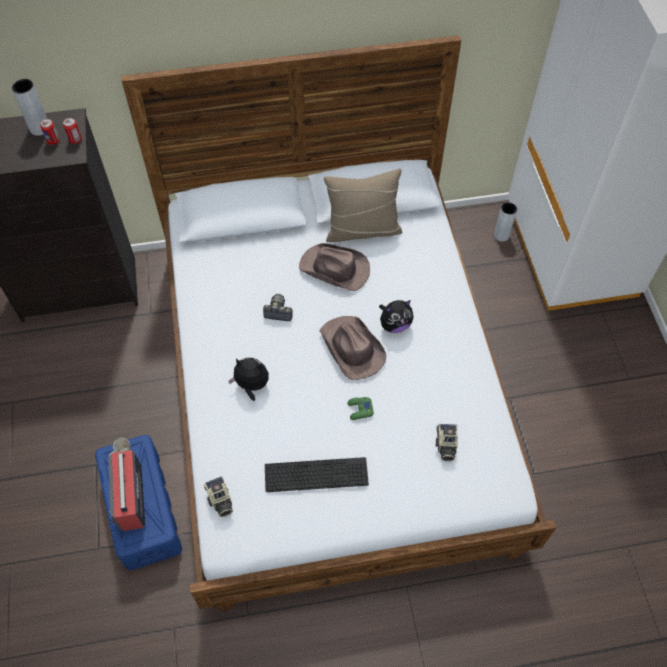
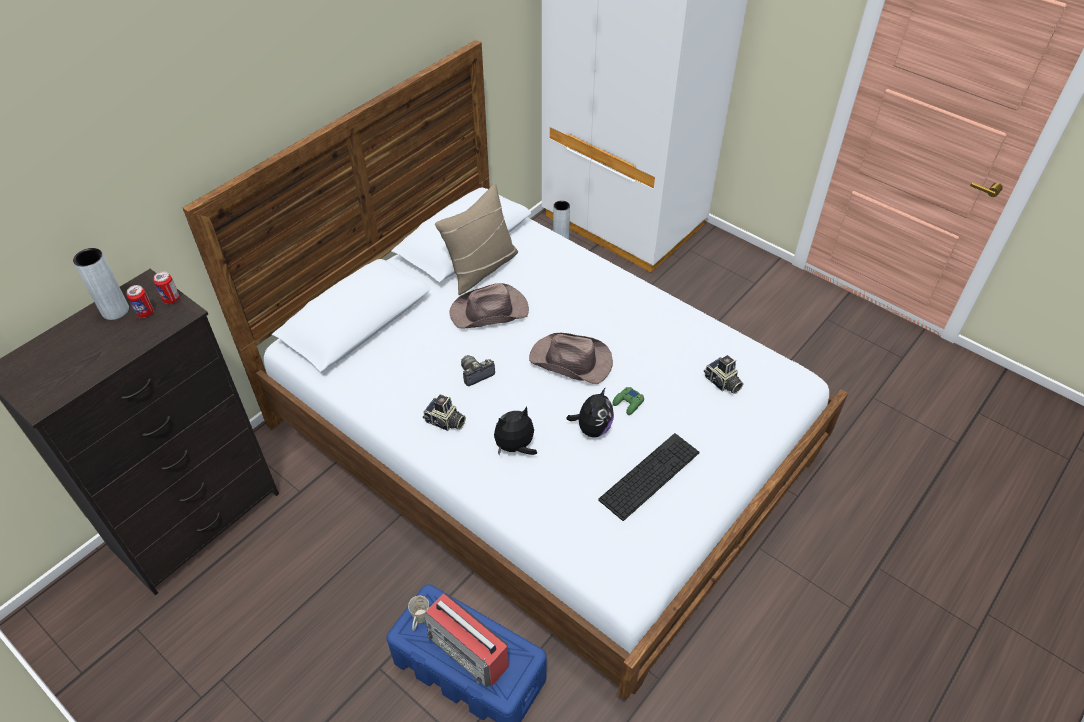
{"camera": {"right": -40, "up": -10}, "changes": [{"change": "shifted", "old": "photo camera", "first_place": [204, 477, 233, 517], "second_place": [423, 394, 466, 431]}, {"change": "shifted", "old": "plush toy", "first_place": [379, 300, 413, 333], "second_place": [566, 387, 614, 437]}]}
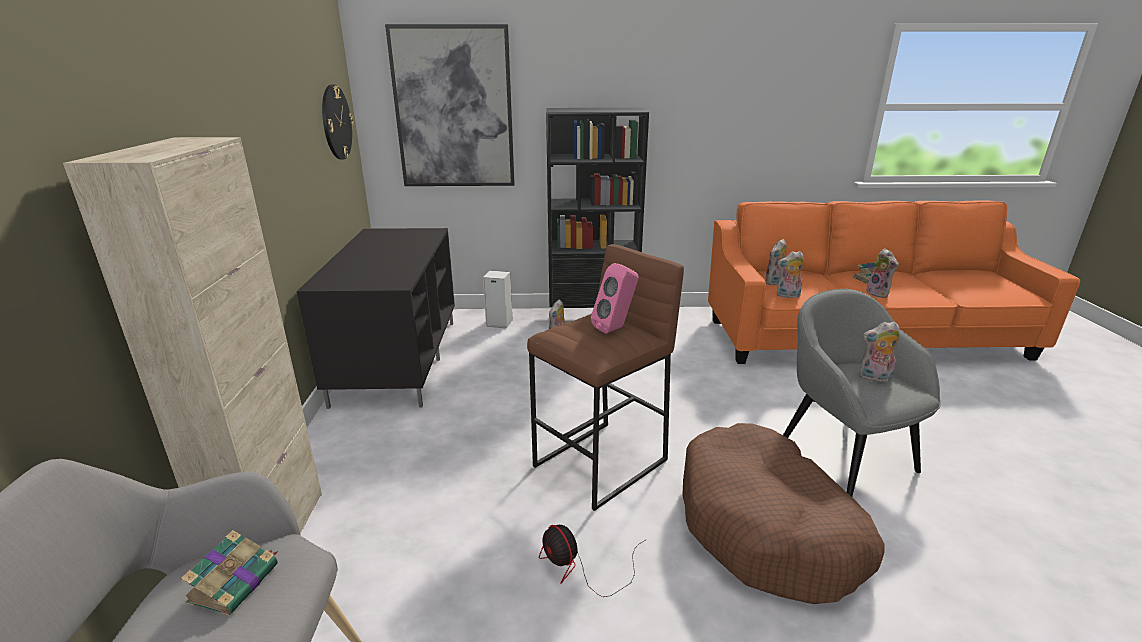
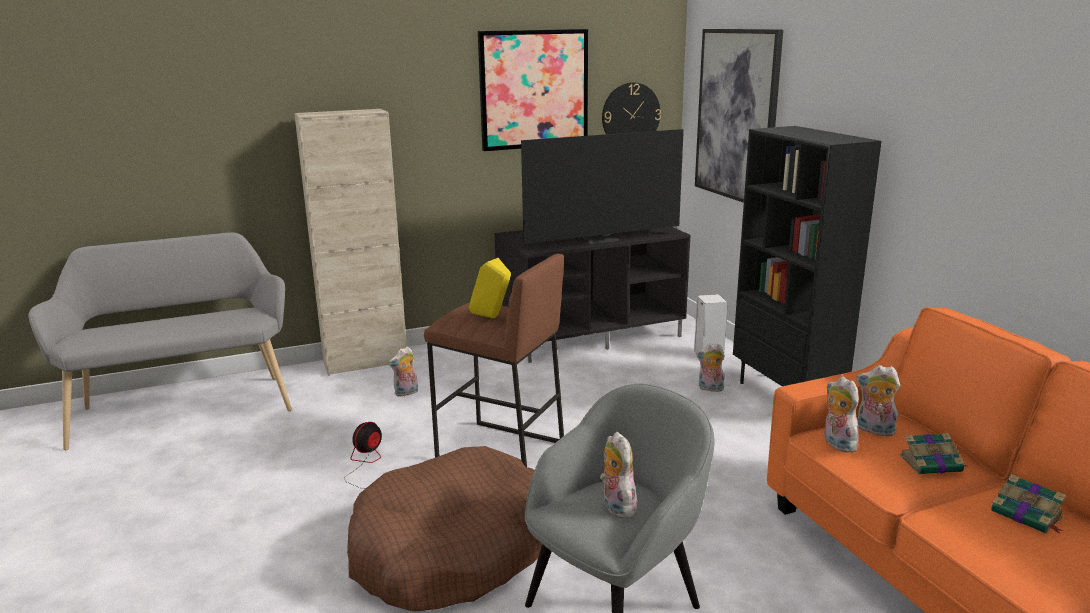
{"camera": {"right": 70, "up": -5}, "changes": [{"change": "shifted", "old": "book", "first_place": [180, 530, 278, 616], "second_place": [900, 433, 967, 474]}, {"change": "repainted", "old": "pink speaker", "new": "yellow speaker", "first_place": [591, 263, 639, 334], "second_place": [469, 258, 511, 318]}, {"change": "shifted", "old": "plush toy", "first_place": [866, 248, 899, 298], "second_place": [389, 347, 418, 397]}, {"change": "new", "new": "picture", "second_place": [478, 29, 588, 151]}, {"change": "new", "new": "television", "second_place": [521, 129, 684, 244]}]}
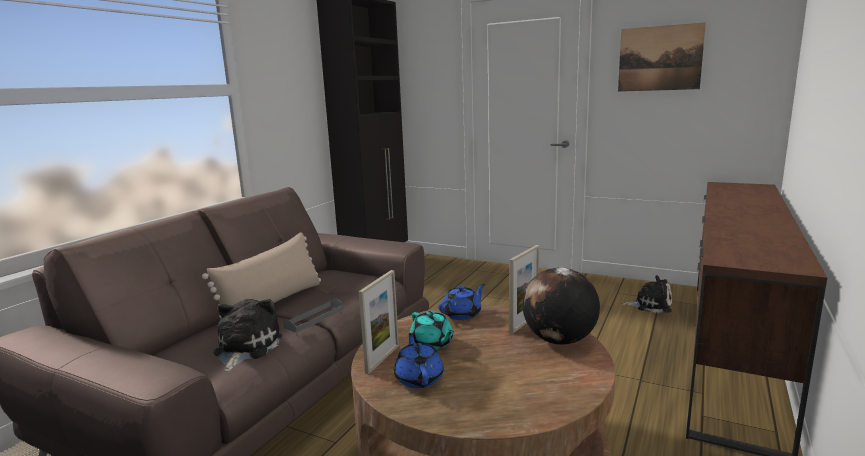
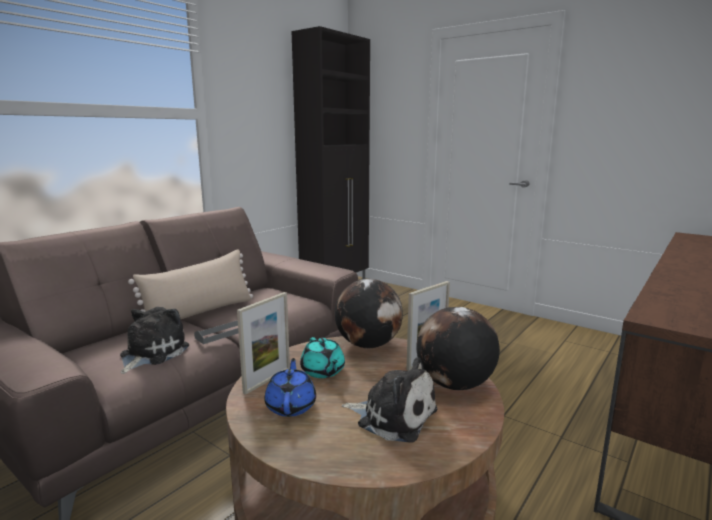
{"camera": {"right": 10, "up": 0}, "changes": [{"change": "swapped", "old": "blue teapot", "new": "globe", "first_place": [438, 284, 485, 320], "second_place": [335, 279, 403, 348]}, {"change": "gone", "old": "picture", "first_place": [618, 22, 706, 92]}, {"change": "shifted", "old": "plush toy", "first_place": [622, 275, 672, 313], "second_place": [342, 357, 437, 443]}]}
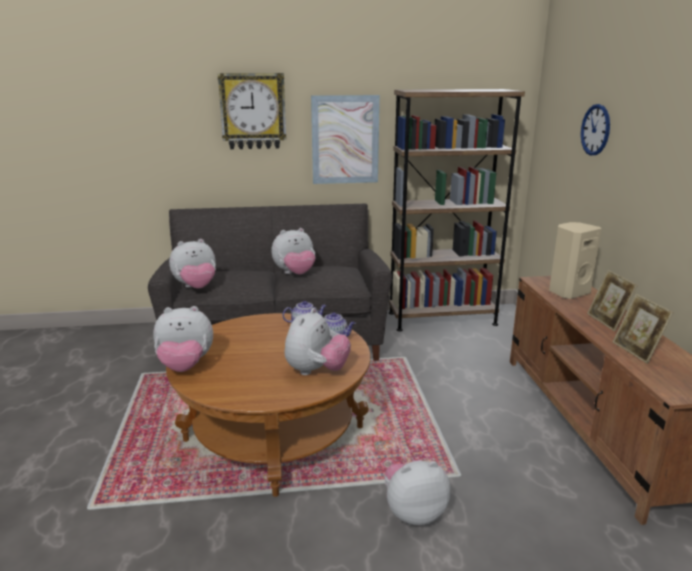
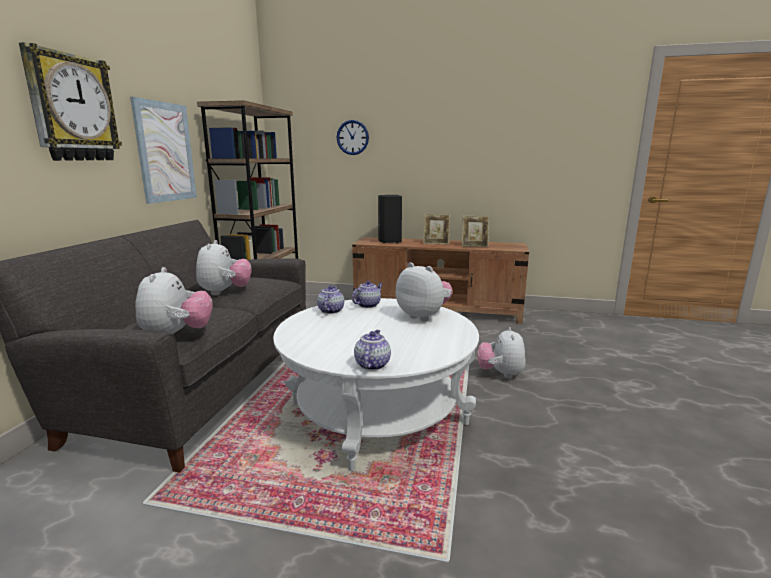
{"camera": {"right": -70, "up": -5}, "changes": [{"change": "swapped", "old": "plush toy", "new": "teapot", "first_place": [153, 306, 213, 372], "second_place": [354, 330, 391, 370]}, {"change": "repainted", "old": "brown coffee table", "new": "white coffee table", "first_place": [166, 313, 370, 497], "second_place": [273, 298, 479, 471]}, {"change": "repainted", "old": "beige speaker", "new": "black speaker", "first_place": [549, 222, 601, 299], "second_place": [378, 195, 402, 243]}]}
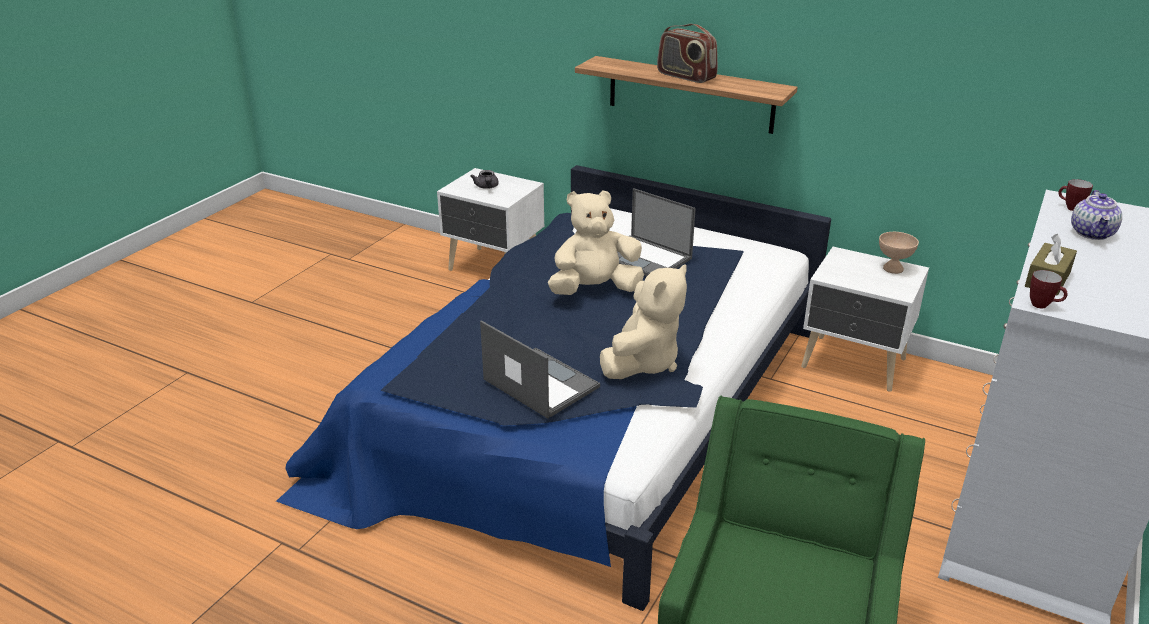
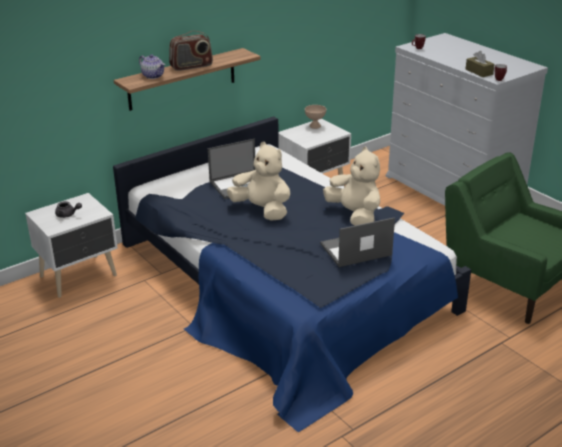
{"camera": {"right": -65, "up": 0}, "changes": [{"change": "rotated", "old": "beige plush toy", "first_place": [548, 190, 644, 295], "second_place": [227, 142, 290, 221], "degrees": 120}, {"change": "shifted", "old": "teapot", "first_place": [1071, 190, 1122, 240], "second_place": [139, 54, 165, 79]}]}
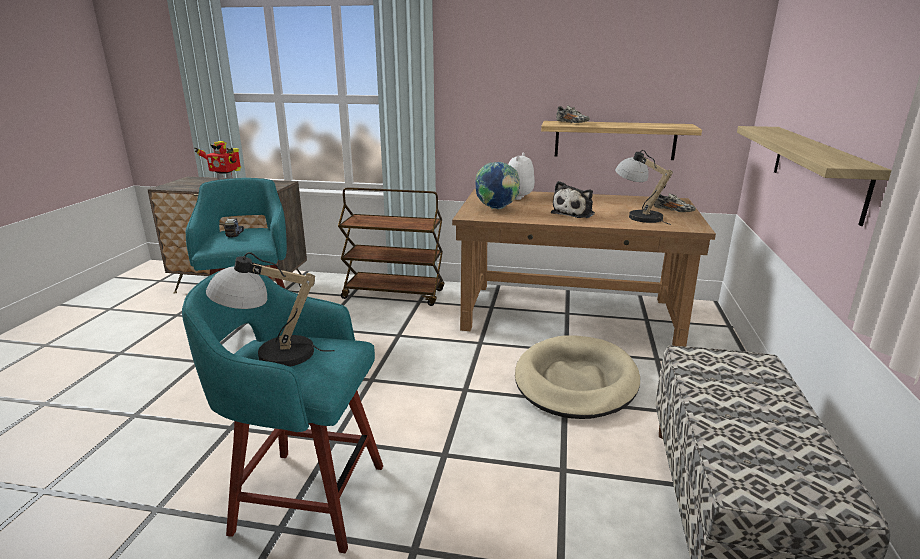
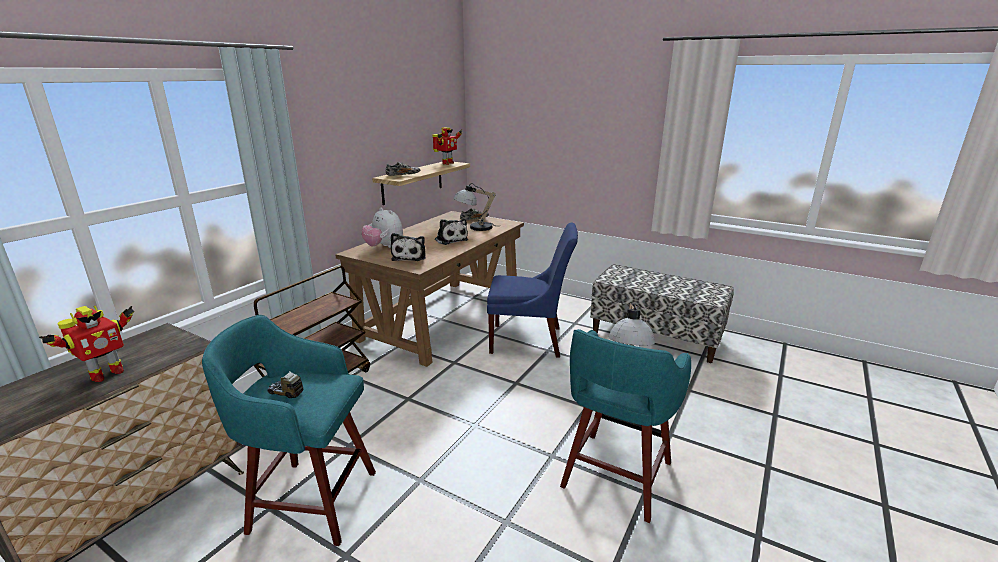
{"camera": {"right": -70, "up": 0}, "changes": [{"change": "swapped", "old": "globe", "new": "plush toy", "first_place": [475, 162, 520, 209], "second_place": [391, 233, 426, 261]}, {"change": "swapped", "old": "beige dog bed", "new": "blue chair", "first_place": [515, 335, 640, 419], "second_place": [487, 223, 578, 358]}, {"change": "gone", "old": "shelf", "first_place": [737, 126, 892, 226]}, {"change": "new", "new": "toy robot", "second_place": [432, 127, 462, 165]}]}
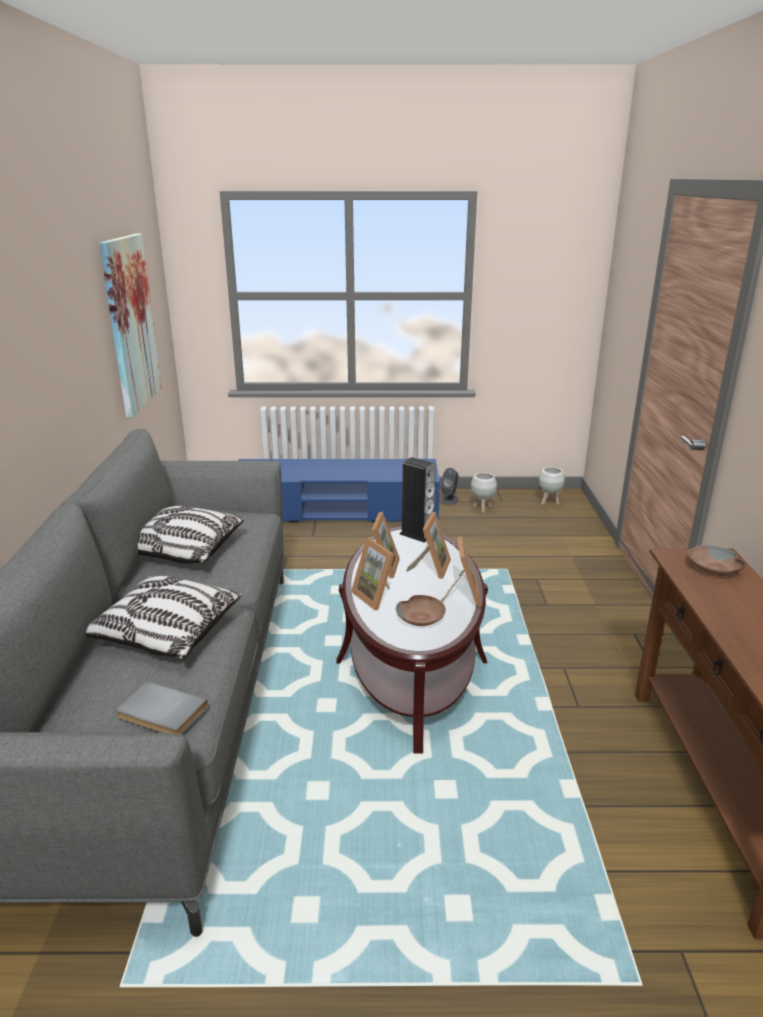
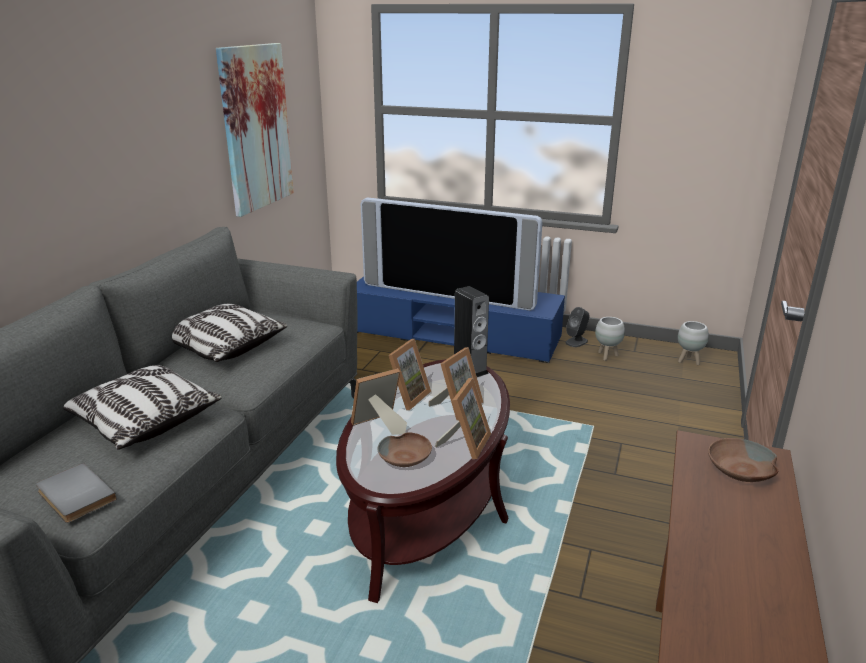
{"camera": {"right": 20, "up": 0}, "changes": [{"change": "rotated", "old": "picture frame", "first_place": [351, 538, 395, 610], "second_place": [351, 368, 407, 435], "degrees": 75}, {"change": "new", "new": "television", "second_place": [361, 197, 543, 311]}]}
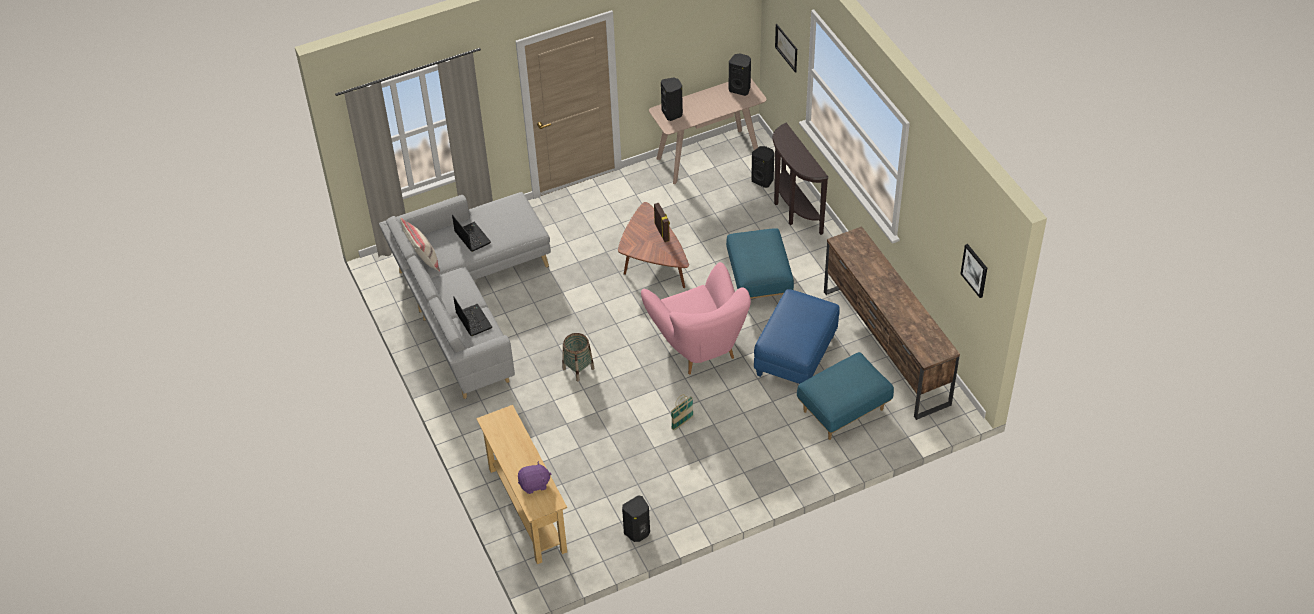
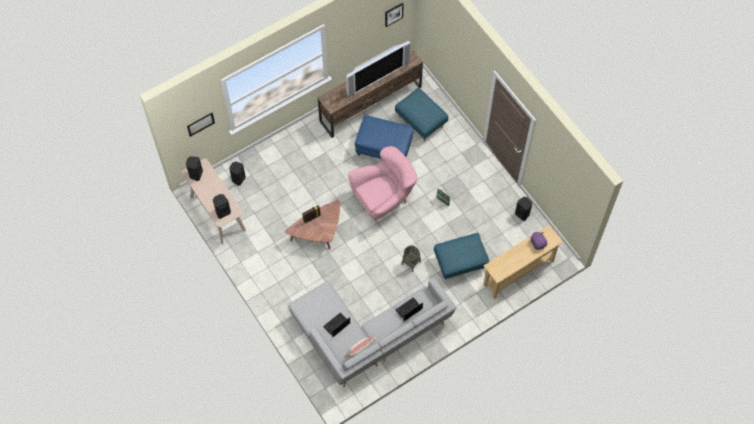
{"camera": {"right": -100, "up": 15}, "changes": [{"change": "shifted", "old": "blue ottoman", "first_place": [726, 228, 794, 299], "second_place": [434, 233, 490, 280]}, {"change": "gone", "old": "brown console table", "first_place": [773, 123, 829, 235]}, {"change": "new", "new": "television", "second_place": [346, 41, 411, 97]}]}
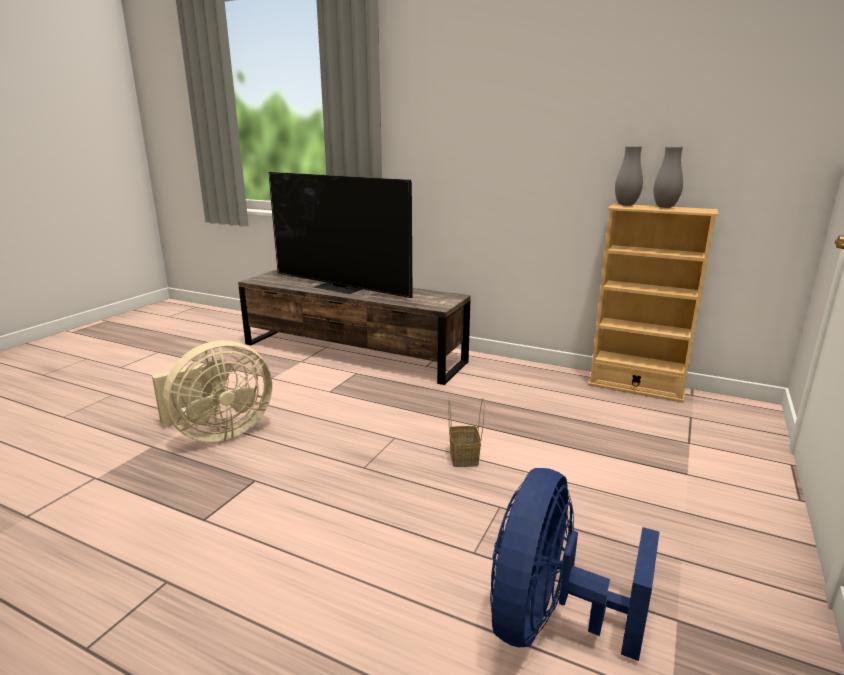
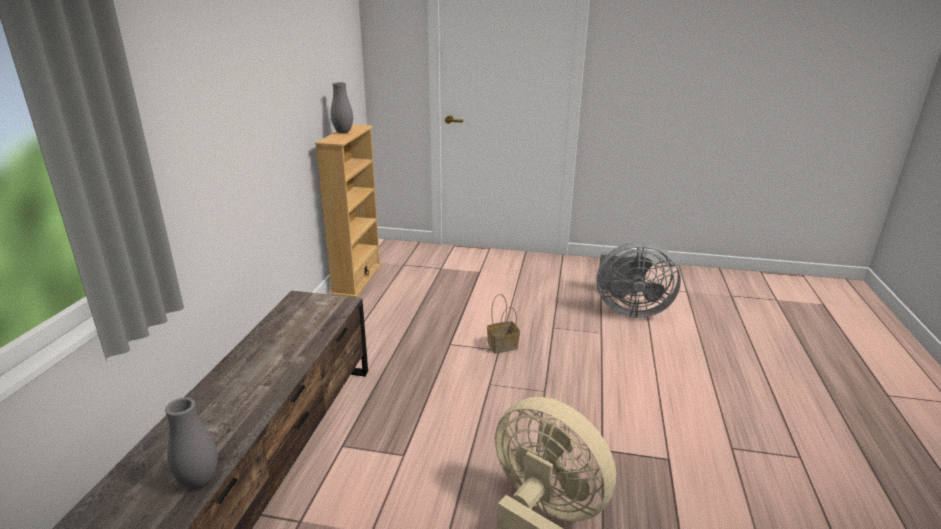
{"camera": {"right": -105, "up": 5}, "changes": [{"change": "gone", "old": "television", "first_place": [268, 172, 412, 298]}, {"change": "repainted", "old": "blue fan", "new": "grey fan", "first_place": [490, 468, 659, 661], "second_place": [597, 242, 681, 318]}, {"change": "shifted", "old": "grey vase", "first_place": [615, 146, 643, 206], "second_place": [165, 397, 218, 489]}]}
